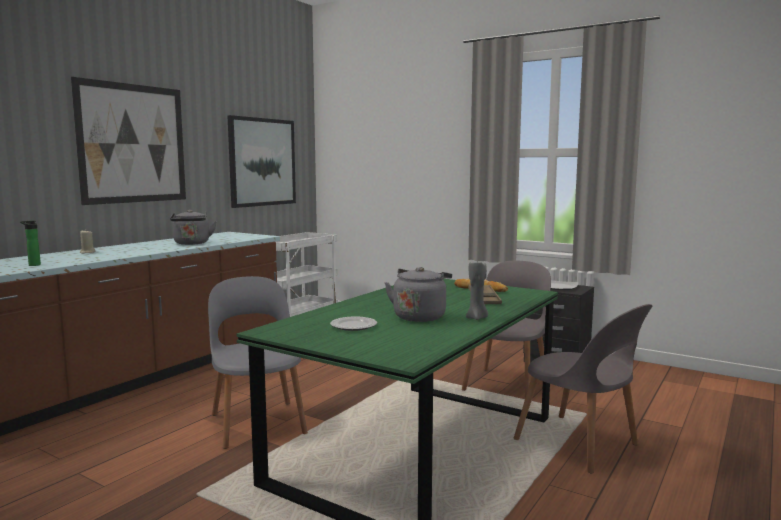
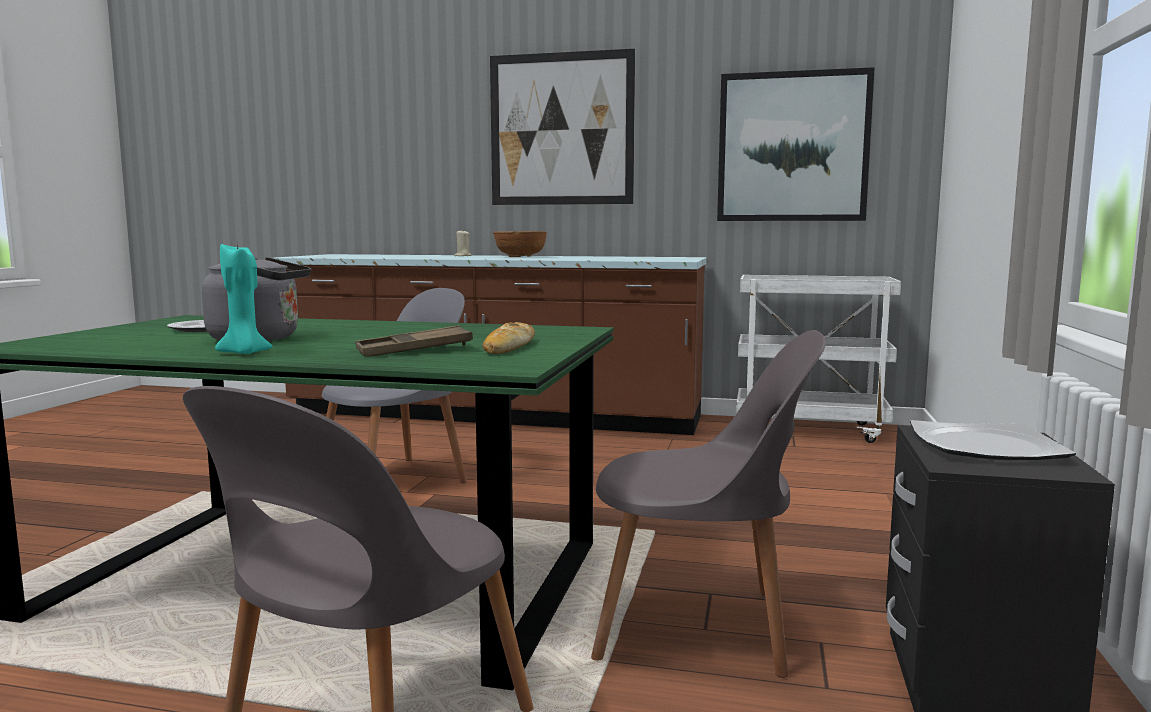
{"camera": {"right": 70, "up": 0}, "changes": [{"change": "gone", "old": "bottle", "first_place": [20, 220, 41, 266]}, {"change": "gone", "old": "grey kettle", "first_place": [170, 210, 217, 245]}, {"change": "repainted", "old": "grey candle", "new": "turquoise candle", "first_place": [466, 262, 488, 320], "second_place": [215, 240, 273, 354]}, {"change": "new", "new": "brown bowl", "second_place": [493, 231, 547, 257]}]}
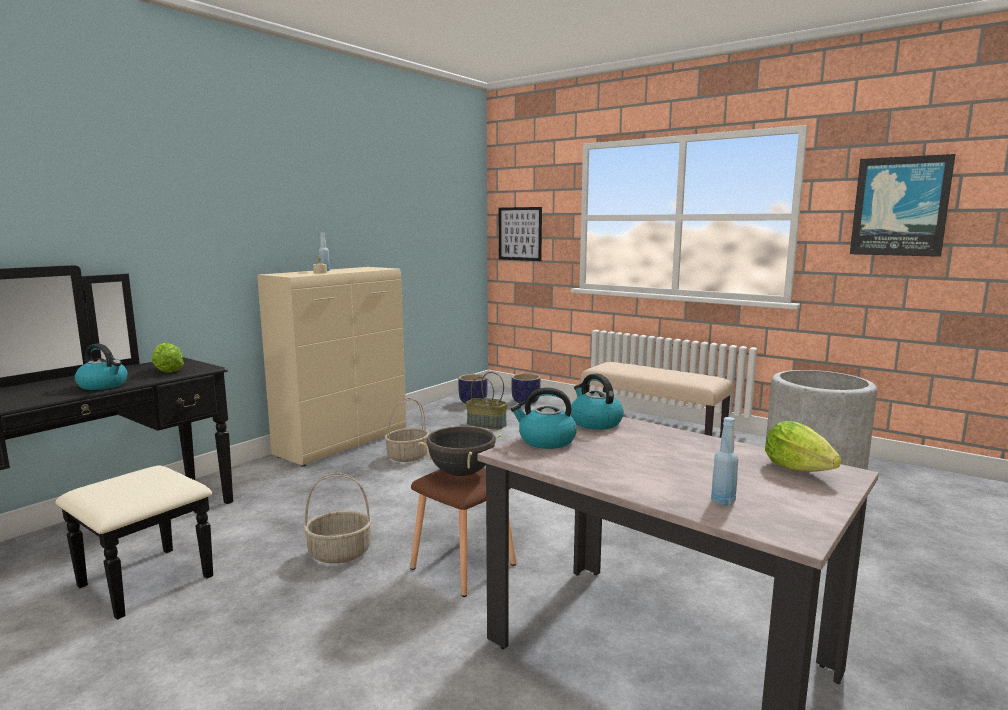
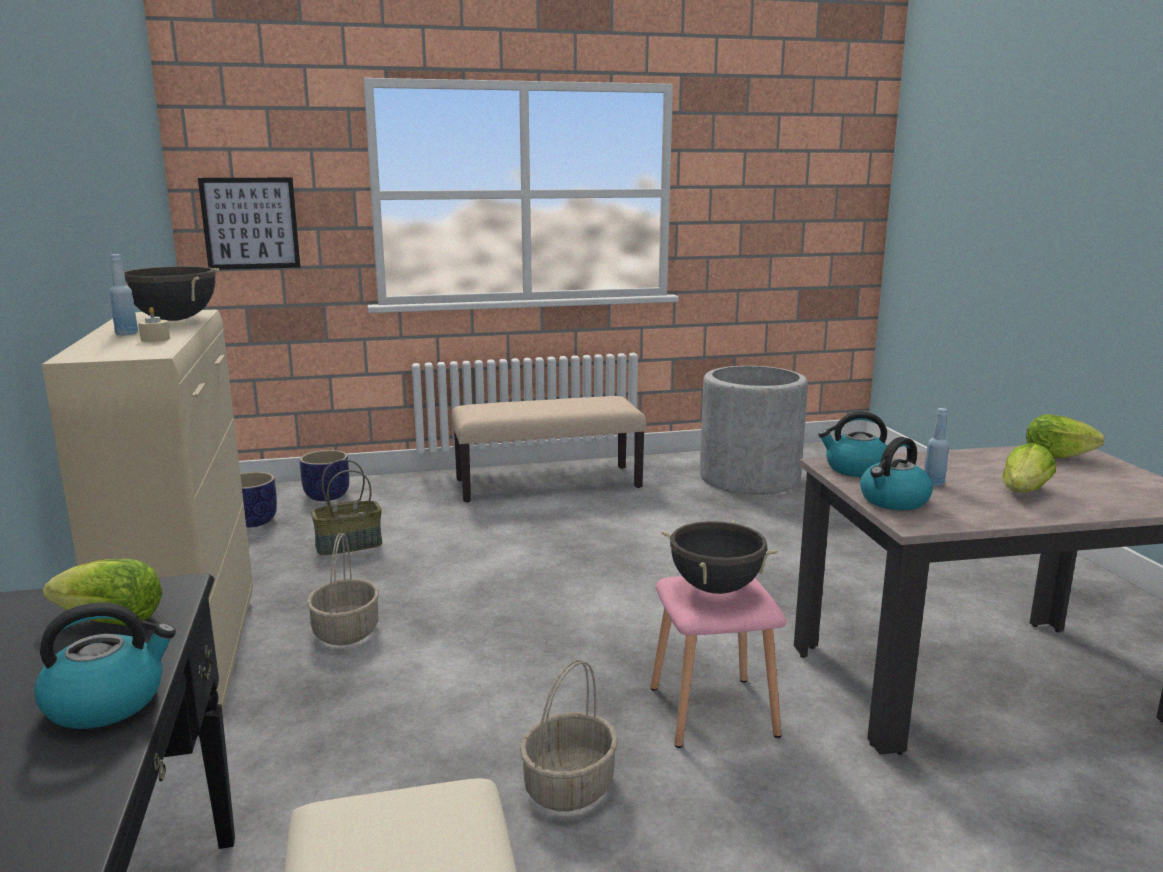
{"camera": {"right": -50, "up": 5}, "changes": [{"change": "repainted", "old": "brown stool", "new": "pink stool", "first_place": [410, 468, 516, 597], "second_place": [650, 576, 786, 748]}, {"change": "shifted", "old": "blue bottle", "first_place": [711, 417, 738, 506], "second_place": [924, 408, 949, 487]}, {"change": "gone", "old": "picture", "first_place": [850, 154, 955, 257]}, {"change": "new", "new": "black cooking pot", "second_place": [124, 266, 219, 321]}, {"change": "new", "new": "lettuce", "second_place": [1002, 443, 1056, 493]}]}
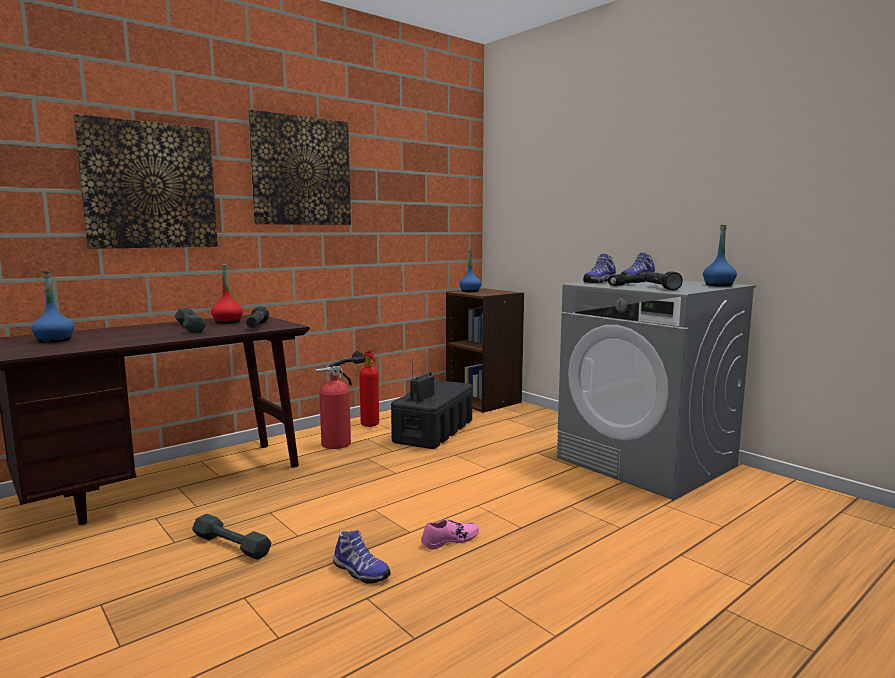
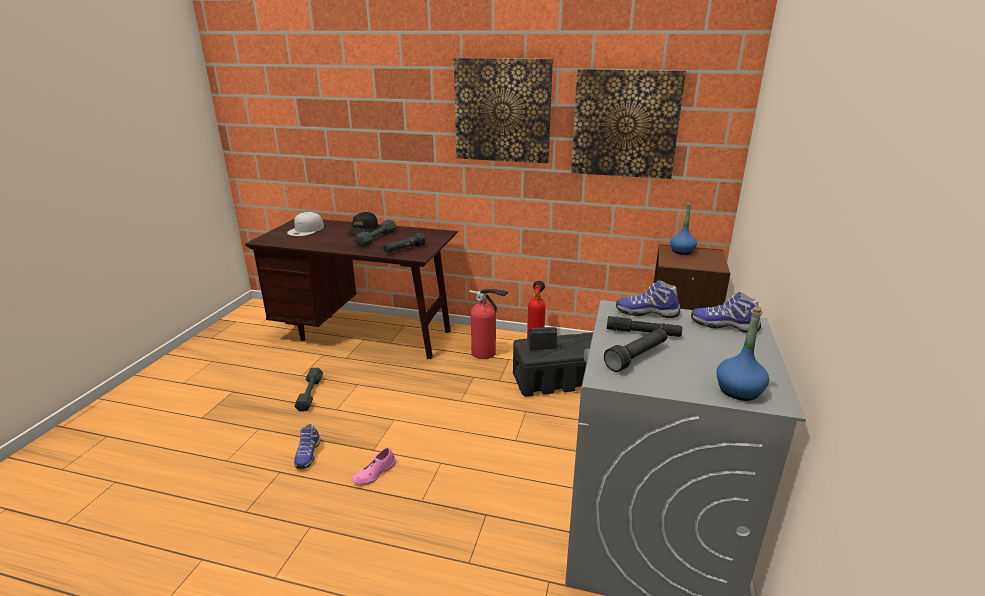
{"camera": {"right": 55, "up": 15}, "changes": [{"change": "swapped", "old": "blue bottle", "new": "white cap", "first_place": [31, 271, 74, 343], "second_place": [287, 212, 324, 236]}, {"change": "shifted", "old": "picture", "first_place": [73, 114, 218, 249], "second_place": [571, 69, 686, 179]}, {"change": "gone", "old": "red bottle", "first_place": [211, 264, 243, 324]}, {"change": "rotated", "old": "pink shoe", "first_place": [421, 519, 479, 550], "second_place": [351, 448, 396, 485], "degrees": 105}, {"change": "new", "new": "black cap", "second_place": [348, 212, 378, 234]}]}
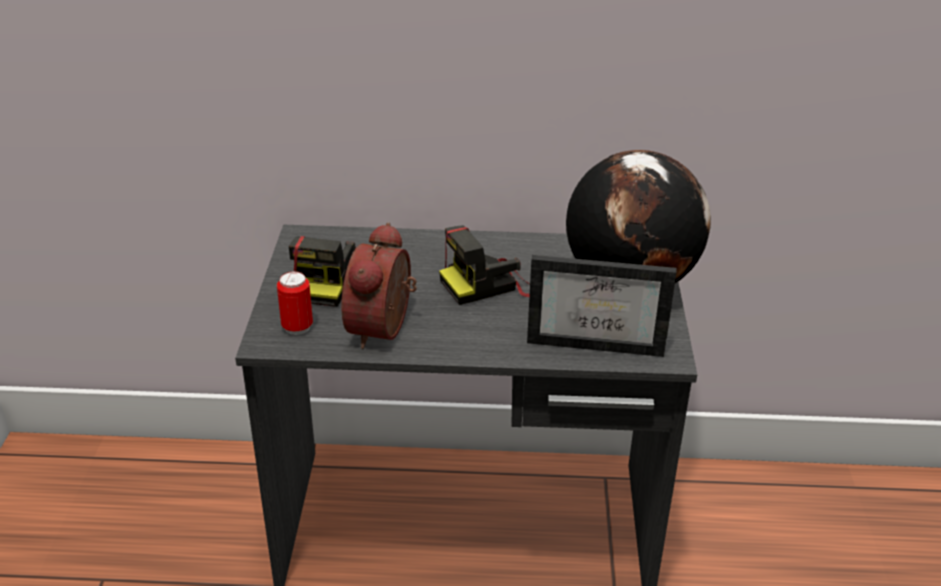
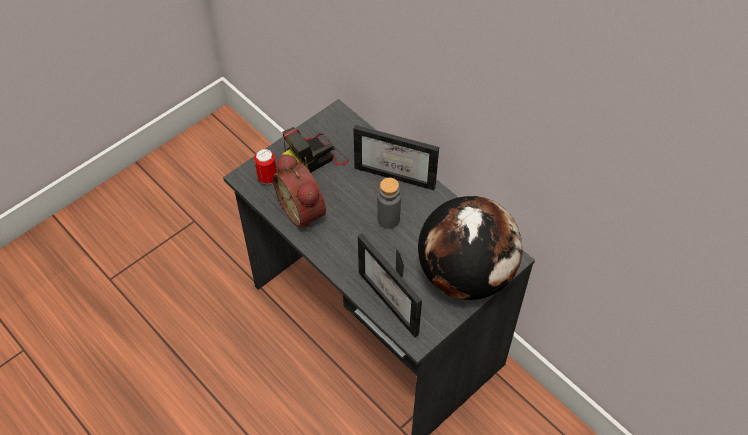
{"camera": {"right": 45, "up": 20}, "changes": [{"change": "rotated", "old": "alarm clock", "first_place": [341, 222, 417, 349], "second_place": [273, 153, 326, 230], "degrees": -90}, {"change": "swapped", "old": "photo camera", "new": "grey bottle", "first_place": [439, 225, 530, 305], "second_place": [377, 178, 401, 229]}, {"change": "new", "new": "picture frame", "second_place": [353, 125, 439, 190]}]}
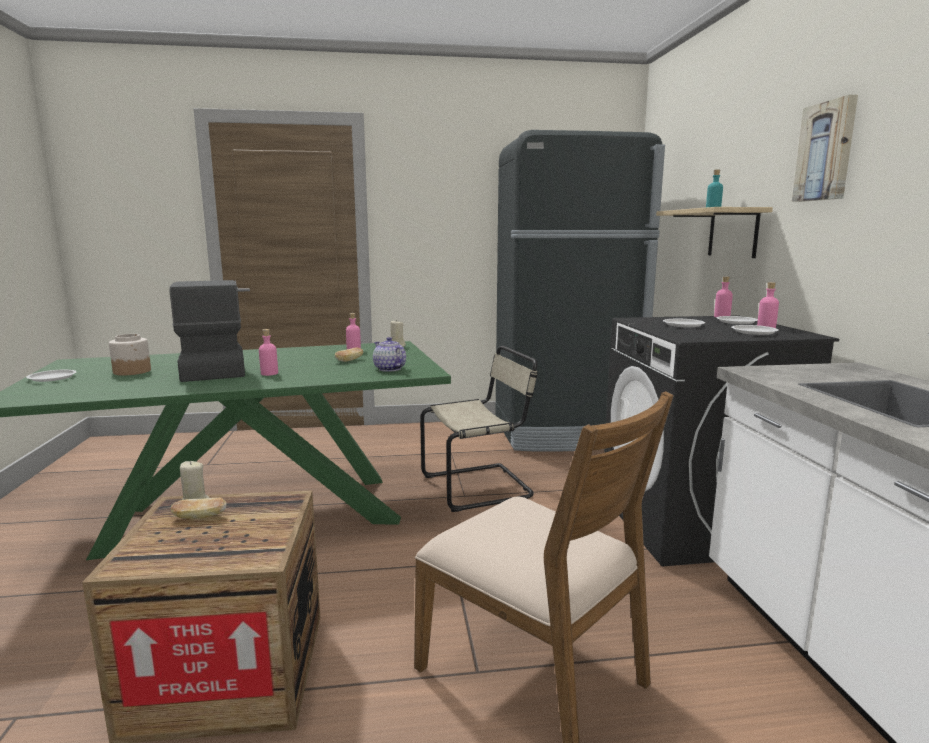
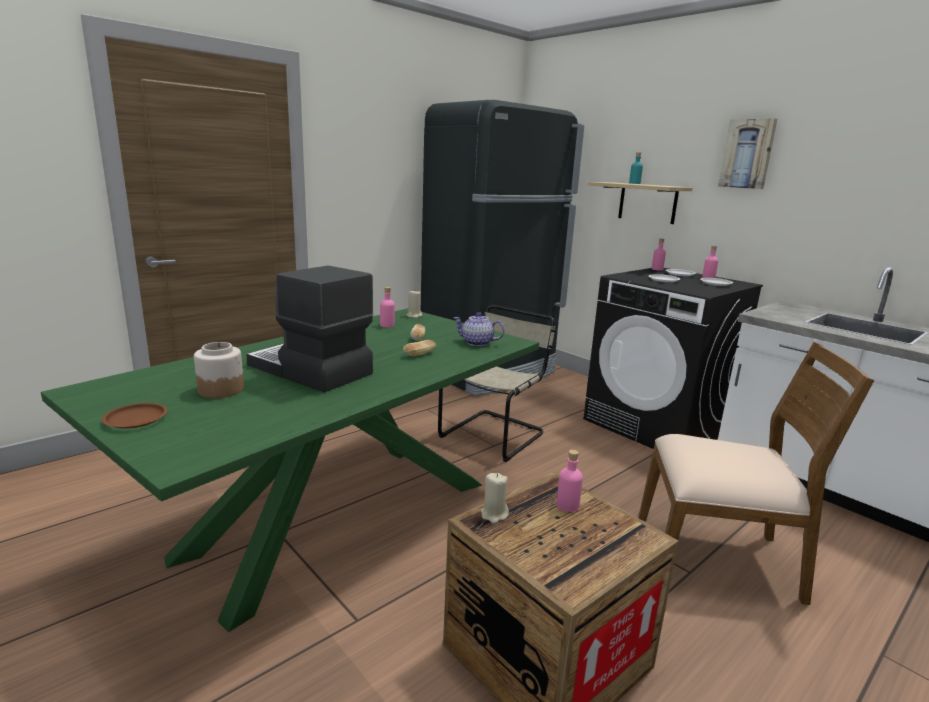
{"camera": {"right": -35, "up": 5}, "changes": [{"change": "repainted", "old": "white plate", "new": "brown plate", "first_place": [26, 370, 76, 382], "second_place": [102, 403, 168, 429]}, {"change": "shifted", "old": "bread", "first_place": [171, 498, 226, 519], "second_place": [403, 340, 436, 356]}, {"change": "shifted", "old": "pink bottle", "first_place": [259, 329, 278, 376], "second_place": [557, 450, 583, 512]}]}
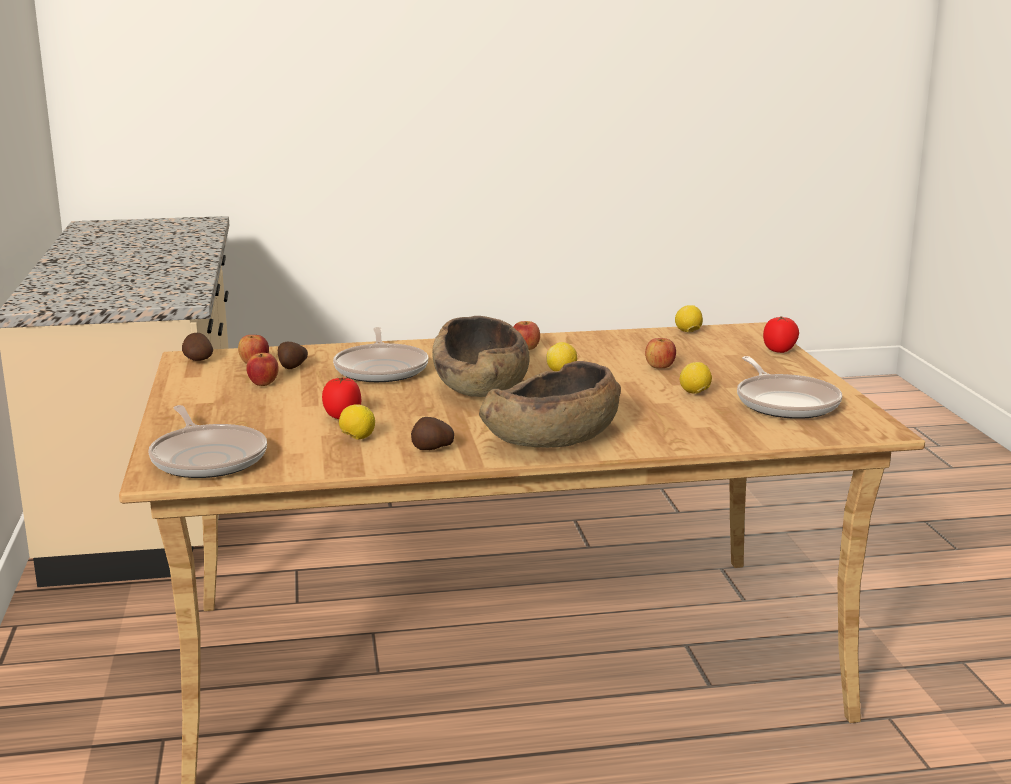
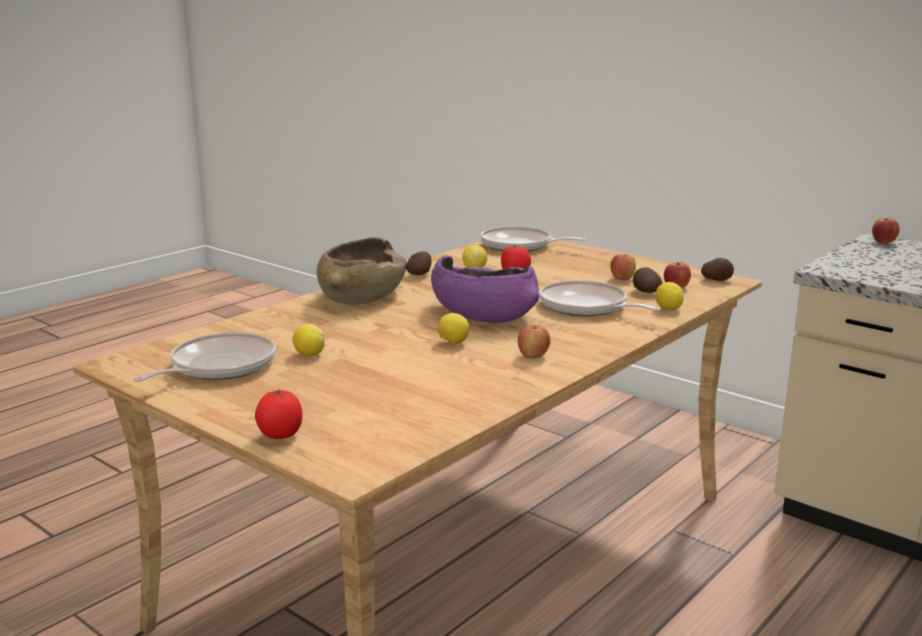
{"camera": {"right": 140, "up": 0}, "changes": [{"change": "repainted", "old": "brown bowl", "new": "purple bowl", "first_place": [432, 316, 530, 397], "second_place": [431, 255, 539, 323]}, {"change": "shifted", "old": "apple", "first_place": [645, 338, 676, 368], "second_place": [872, 218, 899, 244]}, {"change": "shifted", "old": "lemon", "first_place": [675, 305, 703, 332], "second_place": [655, 282, 684, 310]}, {"change": "rotated", "old": "frying pan", "first_place": [737, 356, 842, 419], "second_place": [133, 332, 276, 382], "degrees": 90}]}
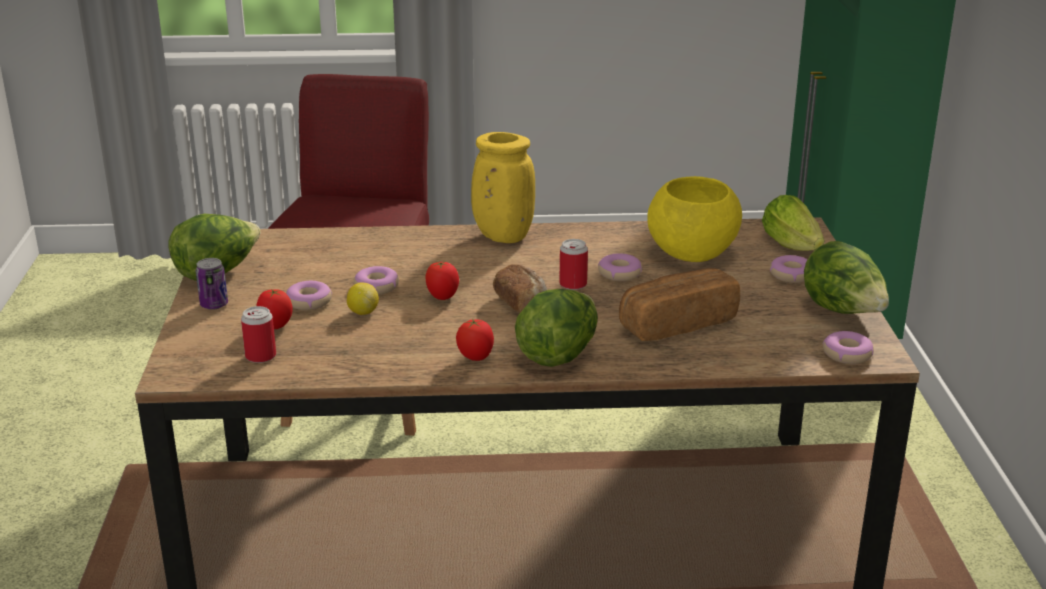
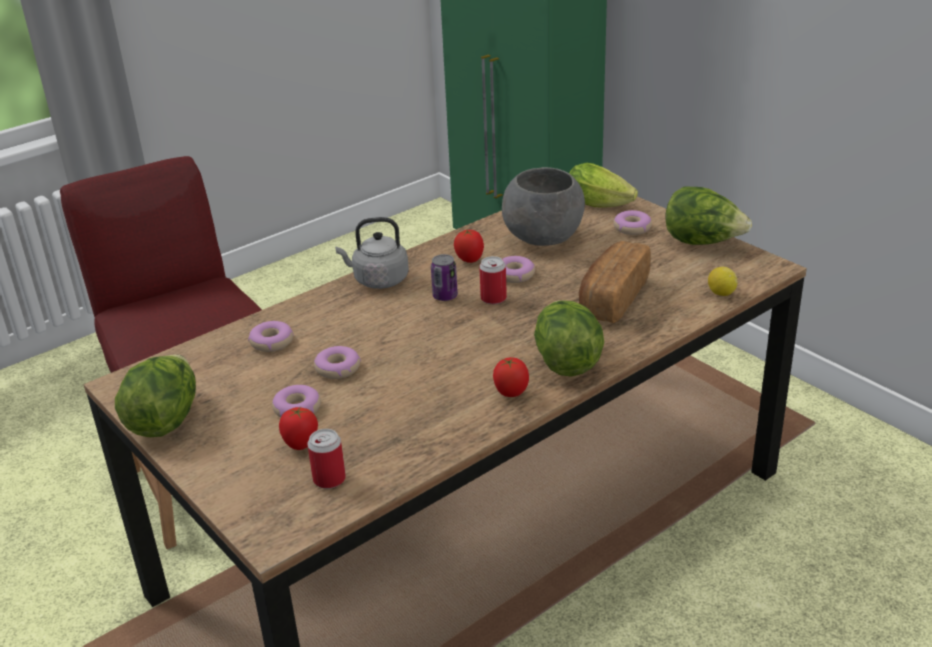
{"camera": {"right": -35, "up": 5}, "changes": [{"change": "shifted", "old": "can", "first_place": [196, 258, 228, 310], "second_place": [431, 254, 458, 301]}, {"change": "shifted", "old": "lemon", "first_place": [347, 282, 379, 315], "second_place": [708, 267, 738, 296]}, {"change": "shifted", "old": "tomato", "first_place": [425, 261, 459, 300], "second_place": [454, 230, 484, 263]}, {"change": "swapped", "old": "yellow vase", "new": "grey kettle", "first_place": [471, 132, 535, 243], "second_place": [335, 217, 409, 289]}, {"change": "gone", "old": "bread", "first_place": [493, 264, 547, 313]}, {"change": "repainted", "old": "yellow bowl", "new": "grey bowl", "first_place": [647, 176, 742, 262], "second_place": [502, 167, 585, 246]}, {"change": "shifted", "old": "donut", "first_place": [823, 331, 874, 364], "second_place": [248, 321, 294, 352]}]}
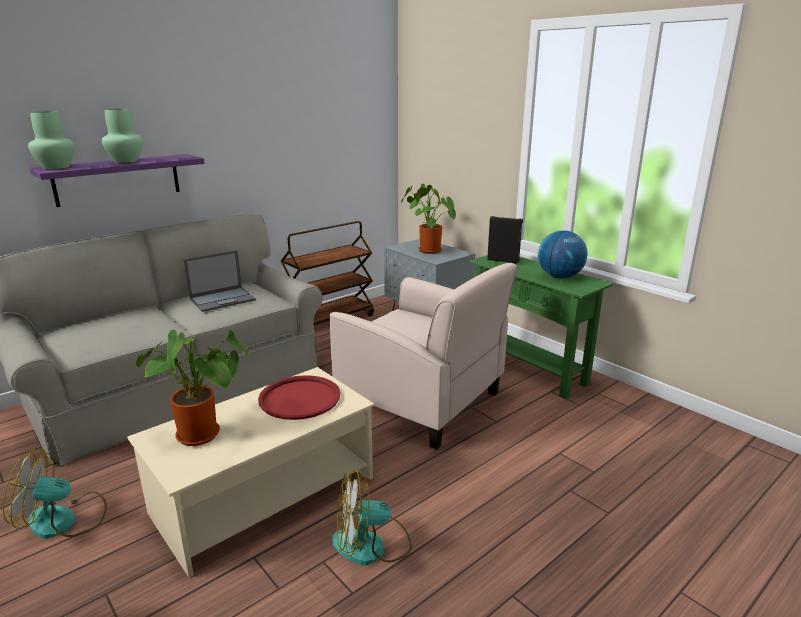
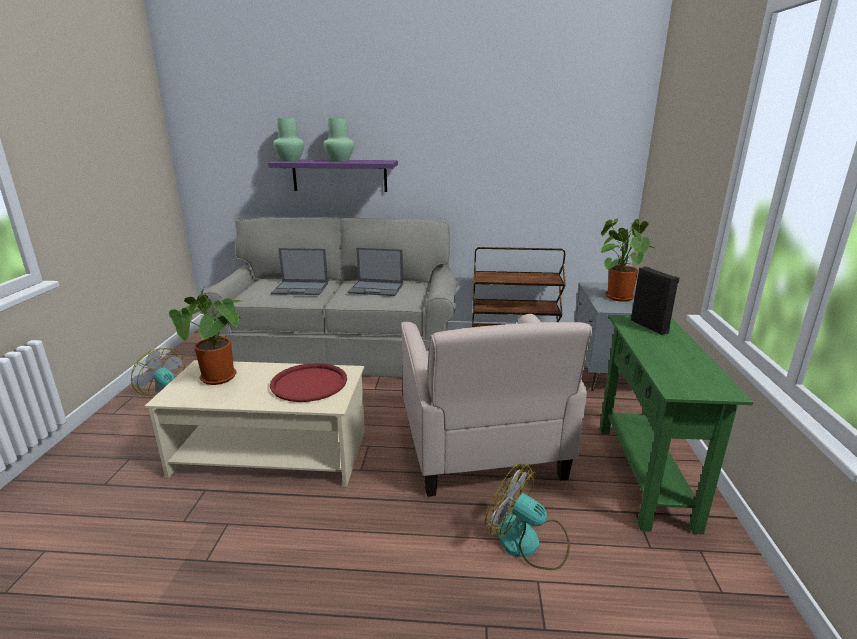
{"camera": {"right": 45, "up": 0}, "changes": [{"change": "shifted", "old": "fan", "first_place": [332, 470, 412, 566], "second_place": [485, 463, 570, 570]}, {"change": "gone", "old": "globe", "first_place": [538, 230, 588, 279]}, {"change": "new", "new": "laptop", "second_place": [271, 248, 328, 295]}]}
